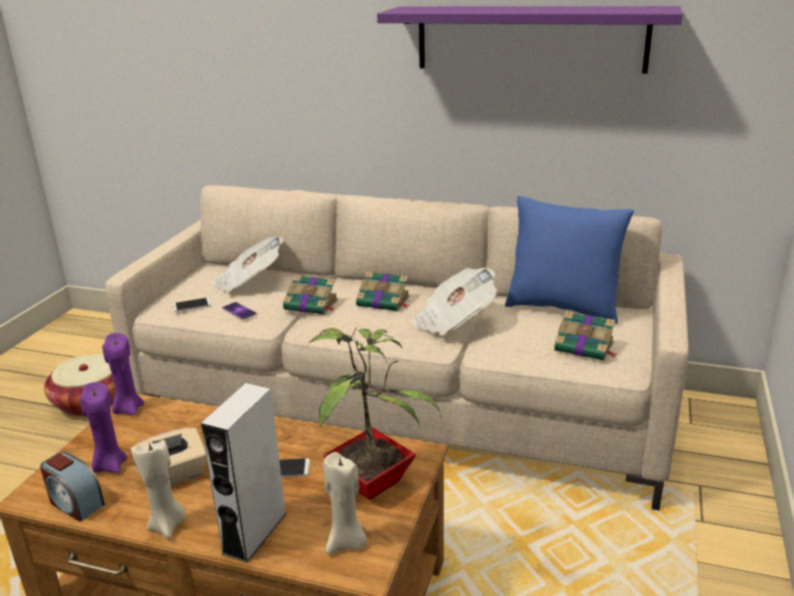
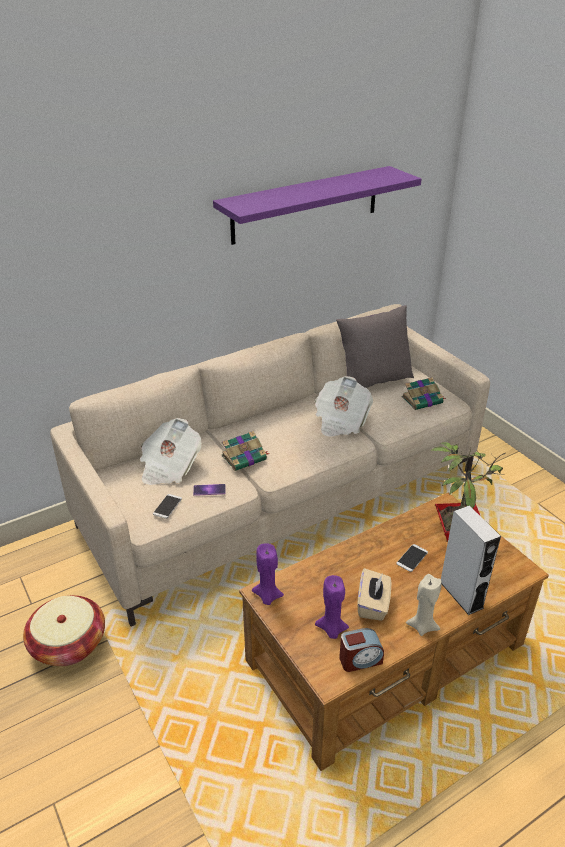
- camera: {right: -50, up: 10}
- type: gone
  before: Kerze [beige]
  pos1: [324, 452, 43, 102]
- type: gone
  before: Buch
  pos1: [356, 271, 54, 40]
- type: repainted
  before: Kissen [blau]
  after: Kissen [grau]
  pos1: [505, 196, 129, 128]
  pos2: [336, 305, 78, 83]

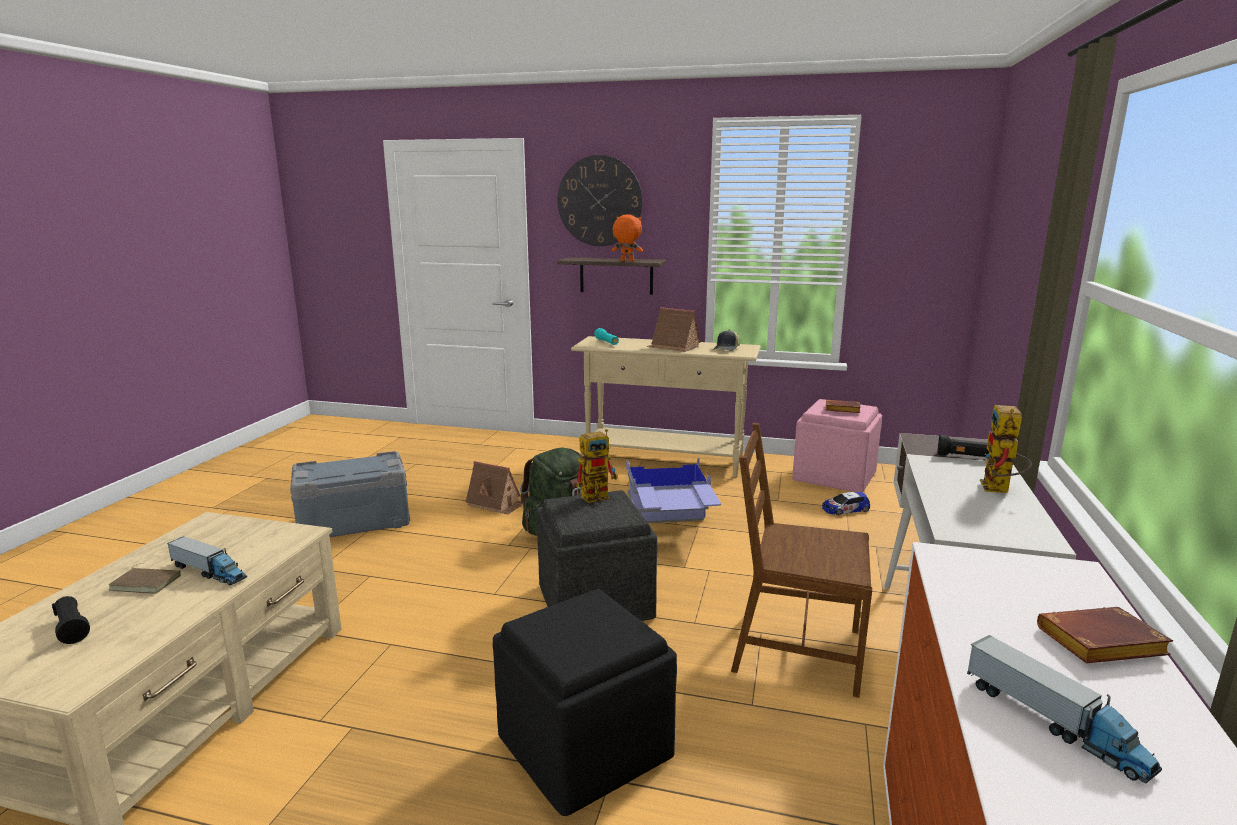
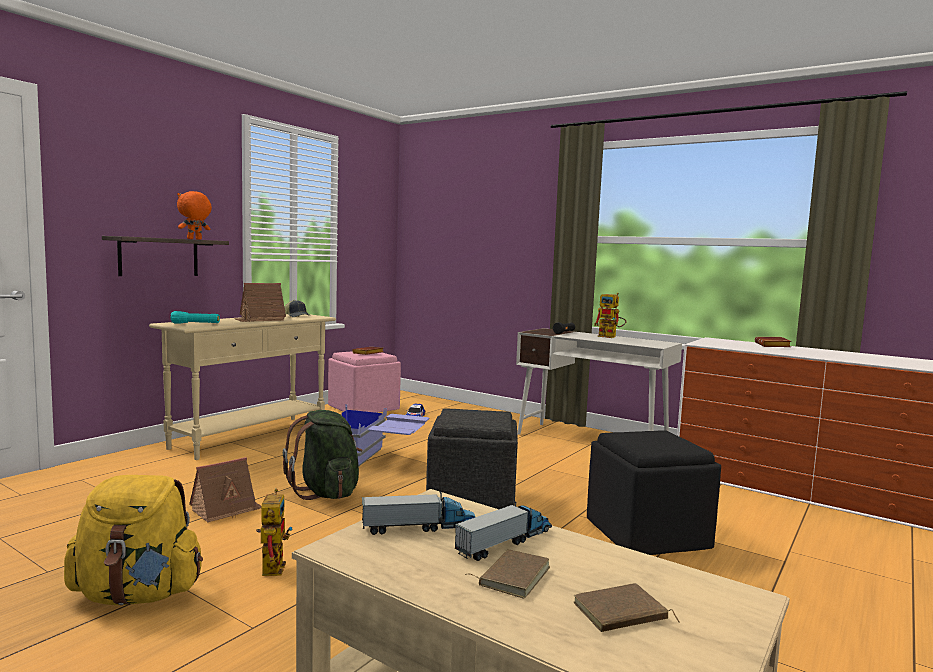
- camera: {right: -70, up: -10}
- type: swapped
  before: Taschenlampe [schwarz]
  after: Buch [braun]
  pos1: [52, 596, 38, 48]
  pos2: [574, 583, 106, 49]
- type: swapped
  before: Aufbewahrungsbox [grau]
  after: Rucksack [gelb]
  pos1: [290, 451, 120, 86]
  pos2: [64, 475, 139, 130]
- type: gone
  before: Wanduhr
  pos1: [558, 155, 85, 91]
- type: shifted
  before: Spielzeugroboter
  pos1: [576, 429, 42, 74]
  pos2: [256, 489, 36, 87]
- type: gone
  before: Stuhl [braun]
  pos1: [731, 423, 141, 275]
- type: shifted
  before: Spielzeuglaster
  pos1: [967, 635, 195, 149]
  pos2: [362, 492, 113, 43]

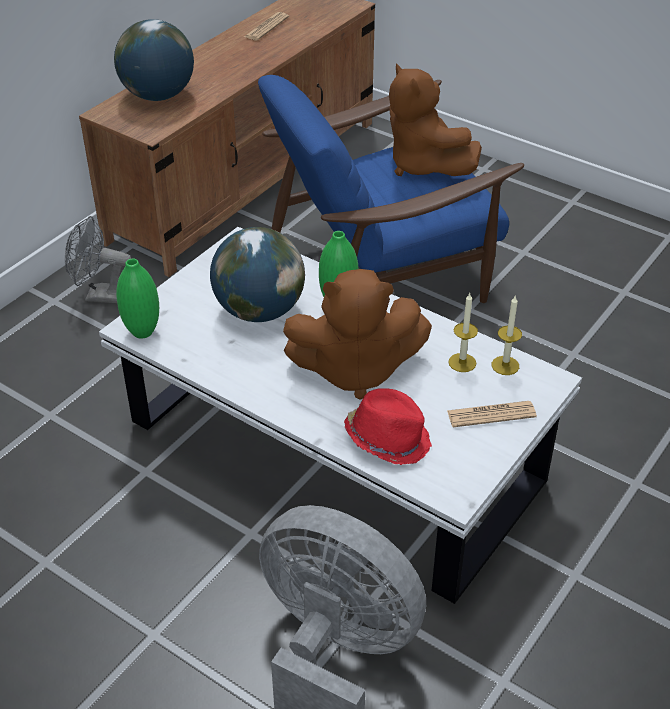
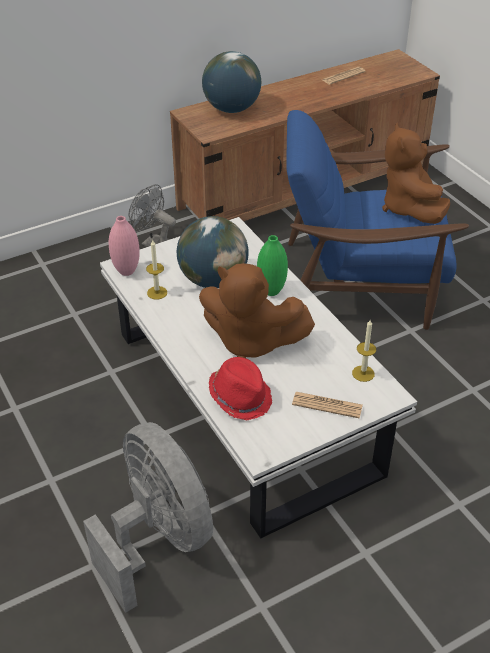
- camera: {right: 25, up: 0}
- type: repainted
  before: Vase [grün]
  after: Vase [rosa]
  pos1: [116, 258, 43, 81]
  pos2: [109, 216, 31, 60]
- type: shifted
  before: Kerze
  pos1: [448, 293, 30, 79]
  pos2: [146, 240, 21, 60]

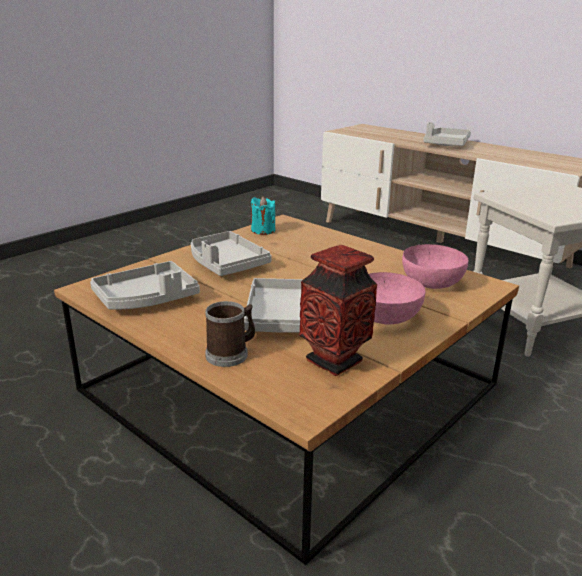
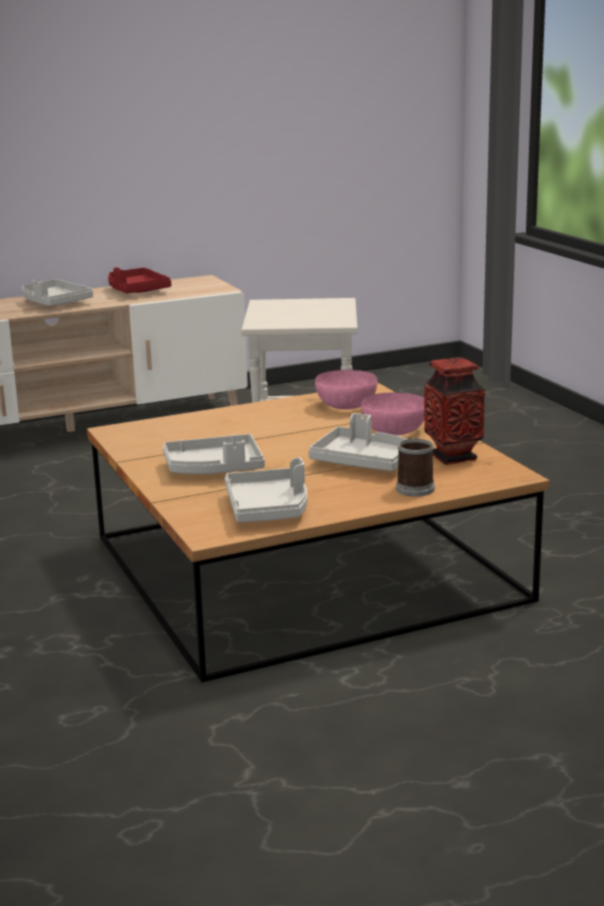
- camera: {right: -65, up: -5}
- type: gone
  before: Kerze [türkis]
  pos1: [251, 196, 24, 39]
- type: new
  after: Tablett [rot]
  pos2: [108, 267, 63, 26]

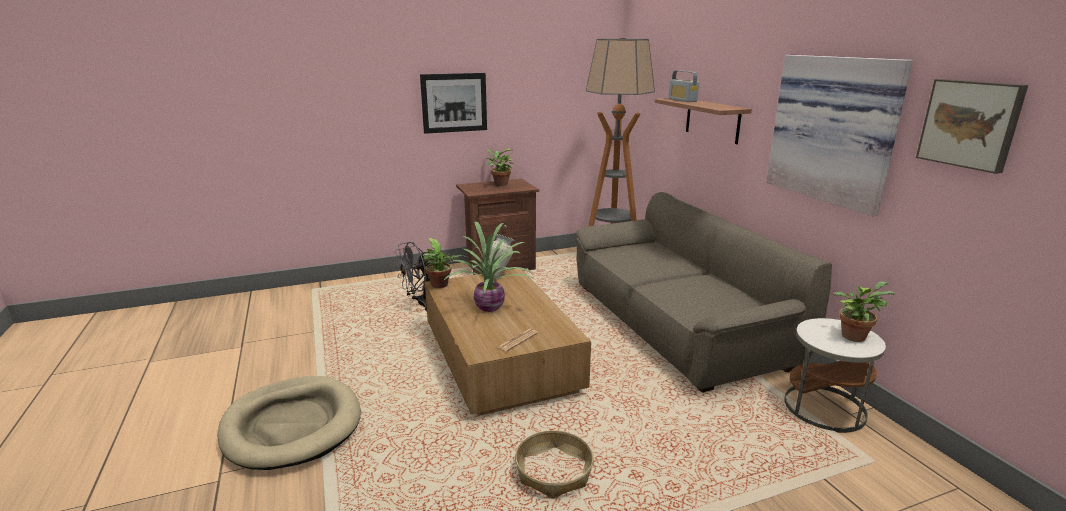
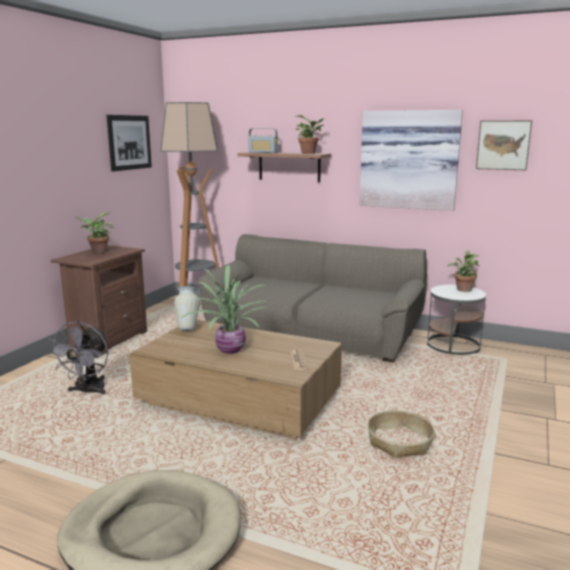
- camera: {right: -45, up: -5}
- type: shifted
  before: Bild
  pos1: [420, 73, 67, 61]
  pos2: [106, 115, 46, 56]
- type: shifted
  before: Topfpflanze
  pos1: [423, 238, 37, 50]
  pos2: [295, 115, 30, 39]

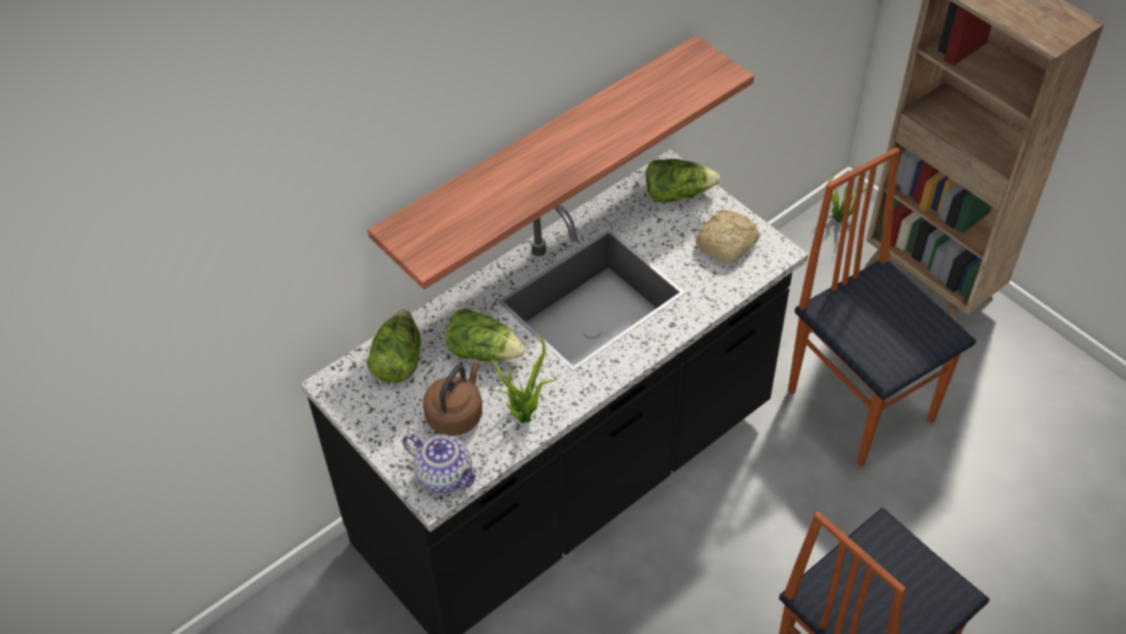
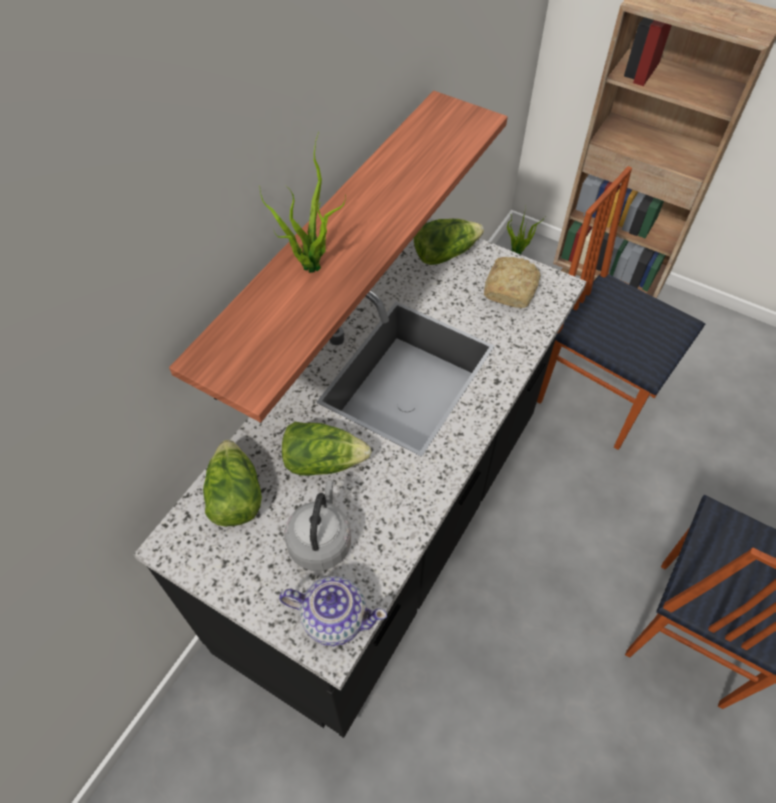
- camera: {right: -20, up: 5}
- type: repainted
  before: Wasserkessel [braun]
  after: Wasserkessel [grau]
  pos1: [423, 362, 59, 74]
  pos2: [284, 480, 67, 91]
- type: shifted
  before: Topfpflanze
  pos1: [491, 319, 67, 104]
  pos2: [260, 132, 86, 141]

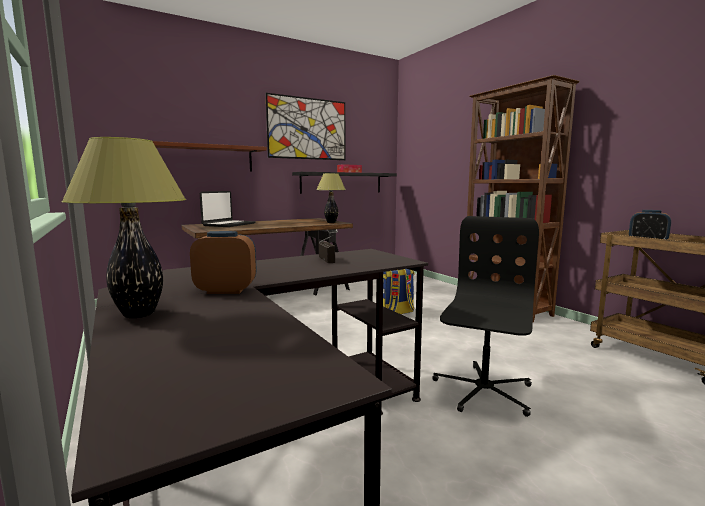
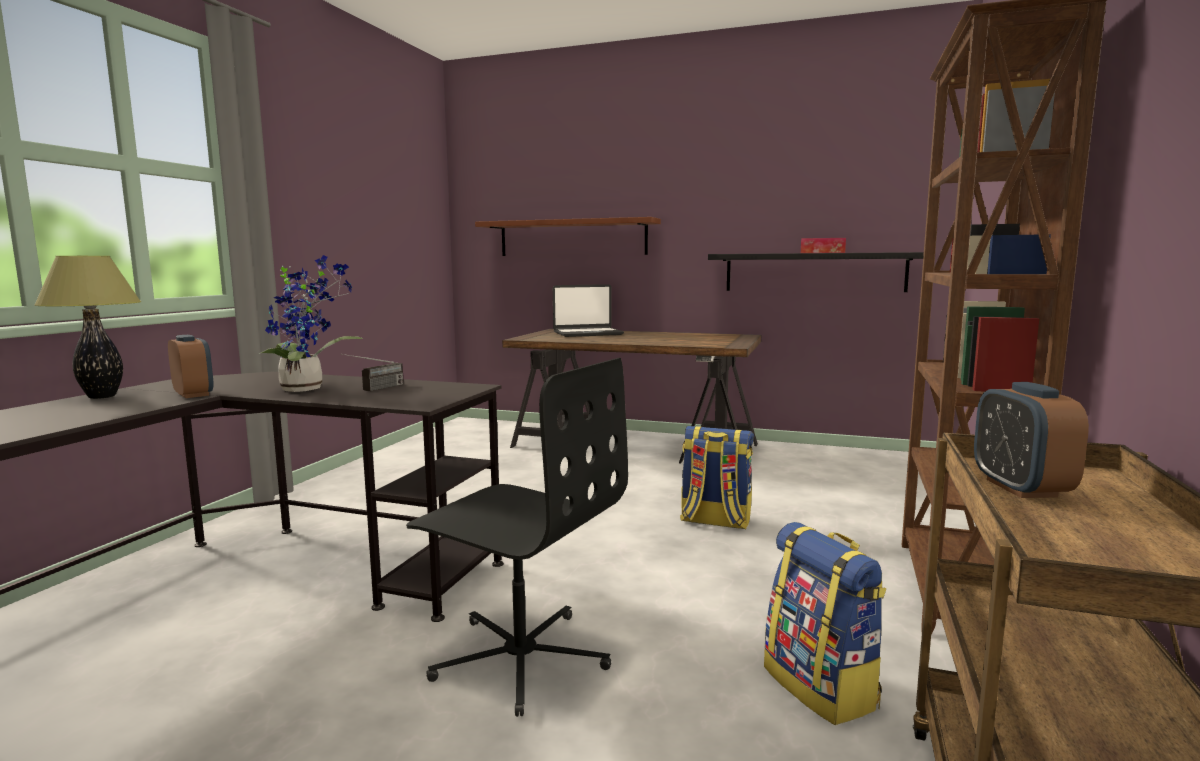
- camera: {right: 50, up: 0}
- type: gone
  before: Bild
  pos1: [266, 93, 79, 67]
- type: gone
  before: Tischlampe
  pos1: [316, 173, 30, 50]
- type: rotated
  before: Bürostuhl [schwarz]
  pos1: [432, 216, 107, 201]
  pos2: [406, 358, 222, 359]
  turn: 45
- type: new
  after: Topfpflanze
  pos2: [259, 255, 104, 137]
- type: new
  after: Rucksack
  pos2: [764, 522, 122, 203]

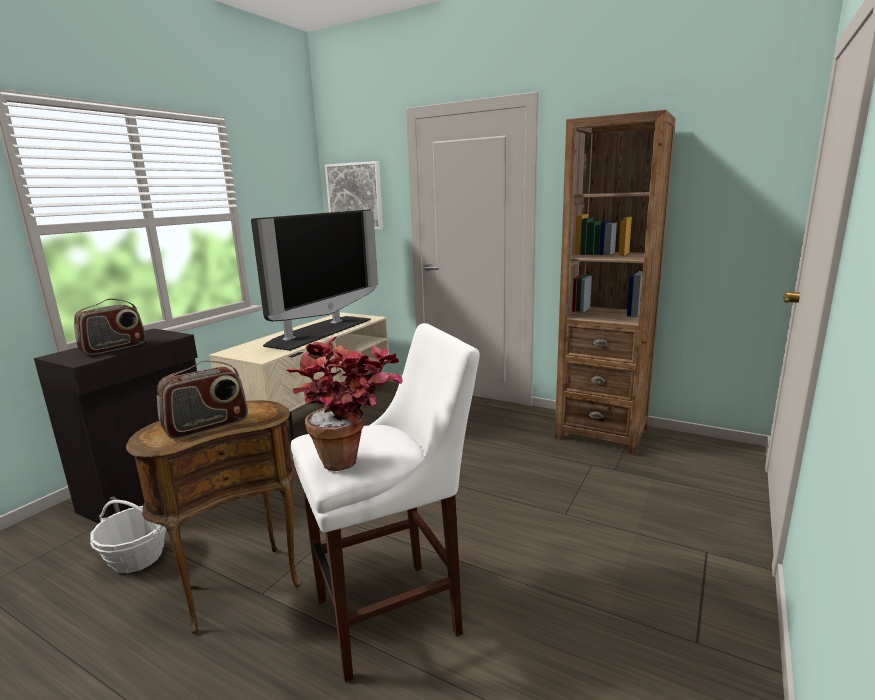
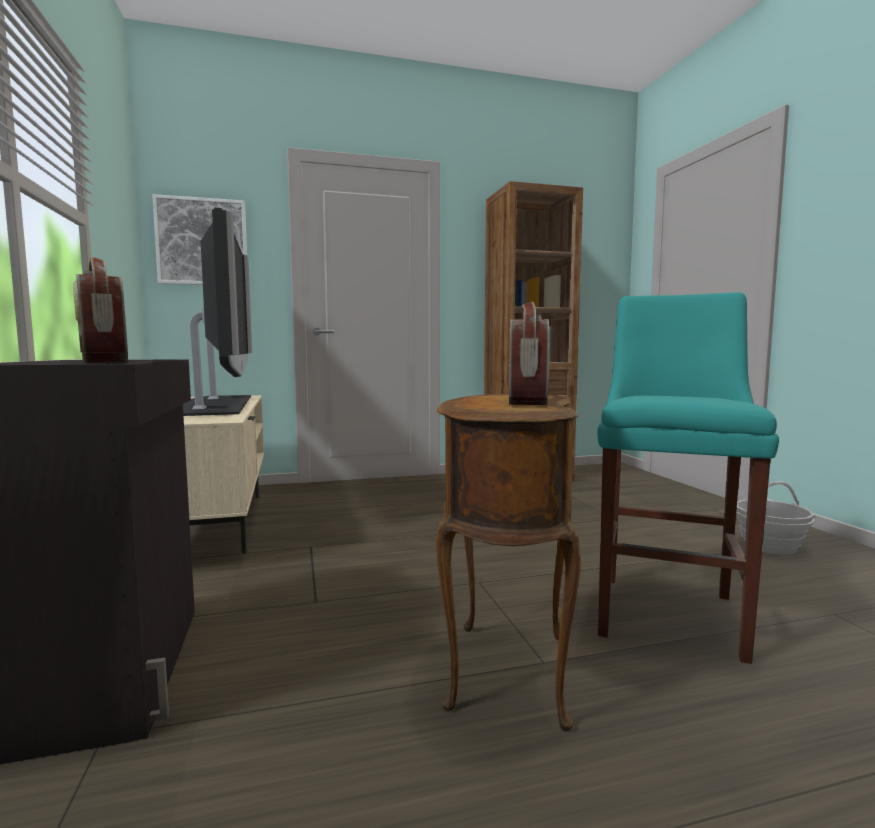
- camera: {right: -45, up: -10}
- type: rotated
  before: Radio
  pos1: [74, 298, 72, 57]
  pos2: [73, 257, 55, 105]
  turn: 150
- type: shifted
  before: Korb
  pos1: [90, 500, 76, 73]
  pos2: [736, 481, 79, 74]
- type: gone
  before: Topfpflanze
  pos1: [286, 336, 117, 135]
- type: repainted
  before: Hocker [weiß]
  after: Hocker [türkis]
  pos1: [291, 323, 189, 360]
  pos2: [598, 292, 181, 372]

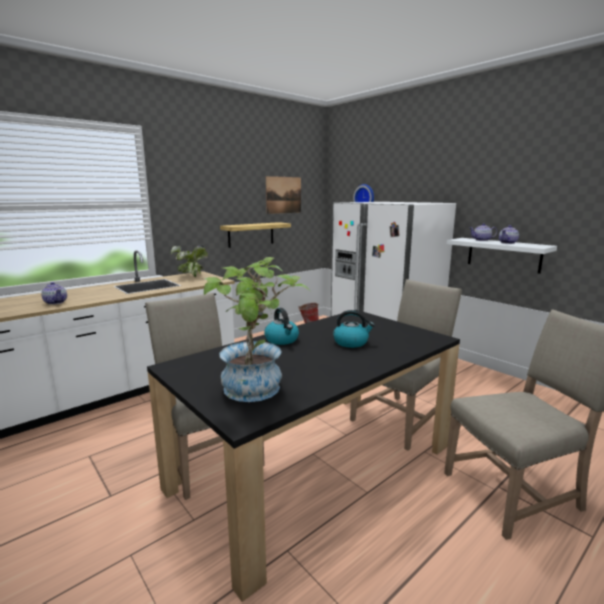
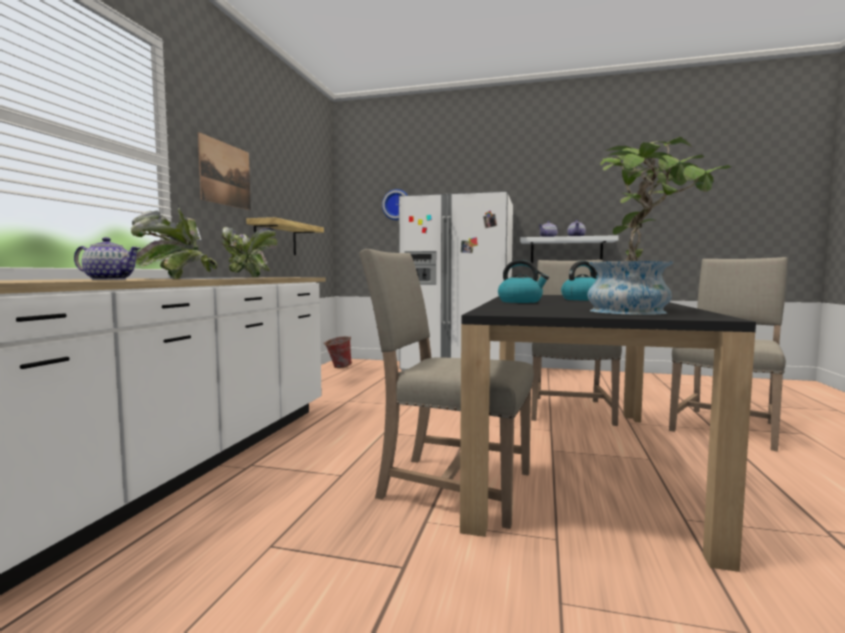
- camera: {right: -35, up: -10}
- type: shifted
  before: Bild
  pos1: [266, 176, 35, 38]
  pos2: [198, 132, 53, 78]
- type: new
  after: Topfpflanze
  pos2: [131, 203, 86, 76]

